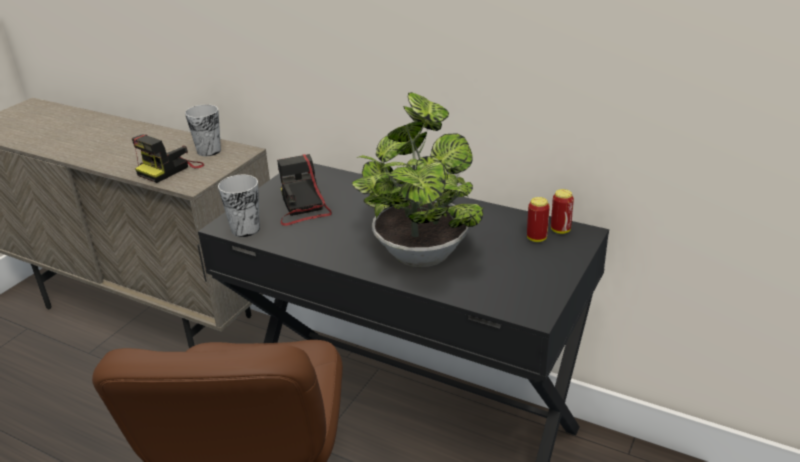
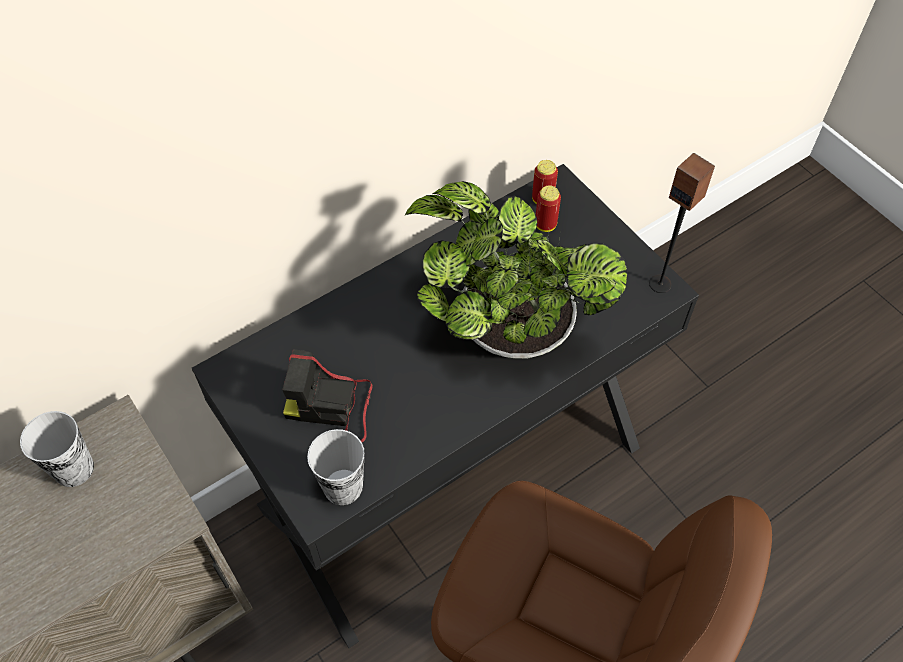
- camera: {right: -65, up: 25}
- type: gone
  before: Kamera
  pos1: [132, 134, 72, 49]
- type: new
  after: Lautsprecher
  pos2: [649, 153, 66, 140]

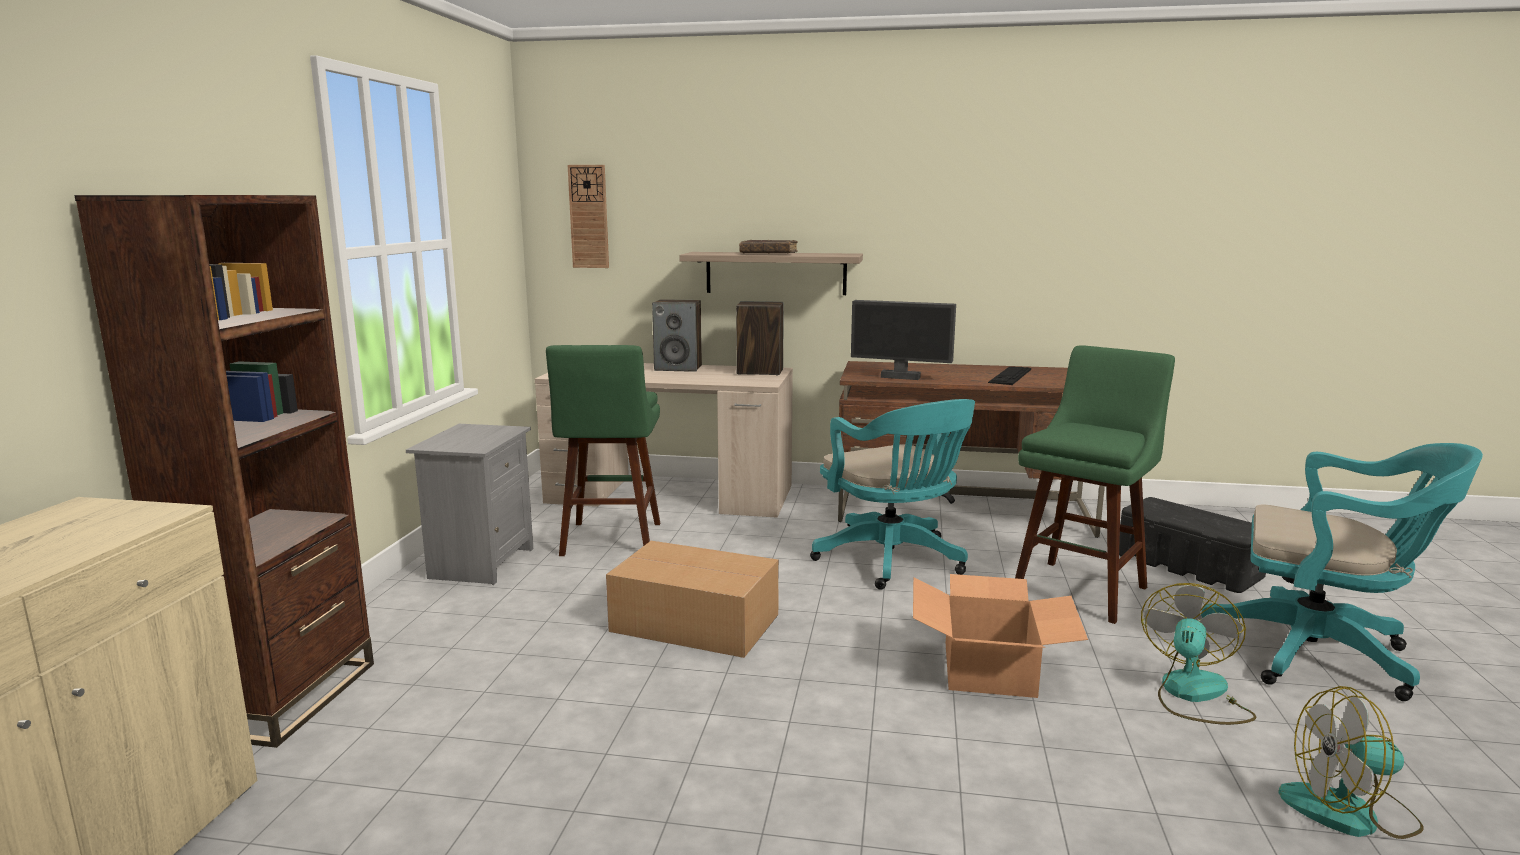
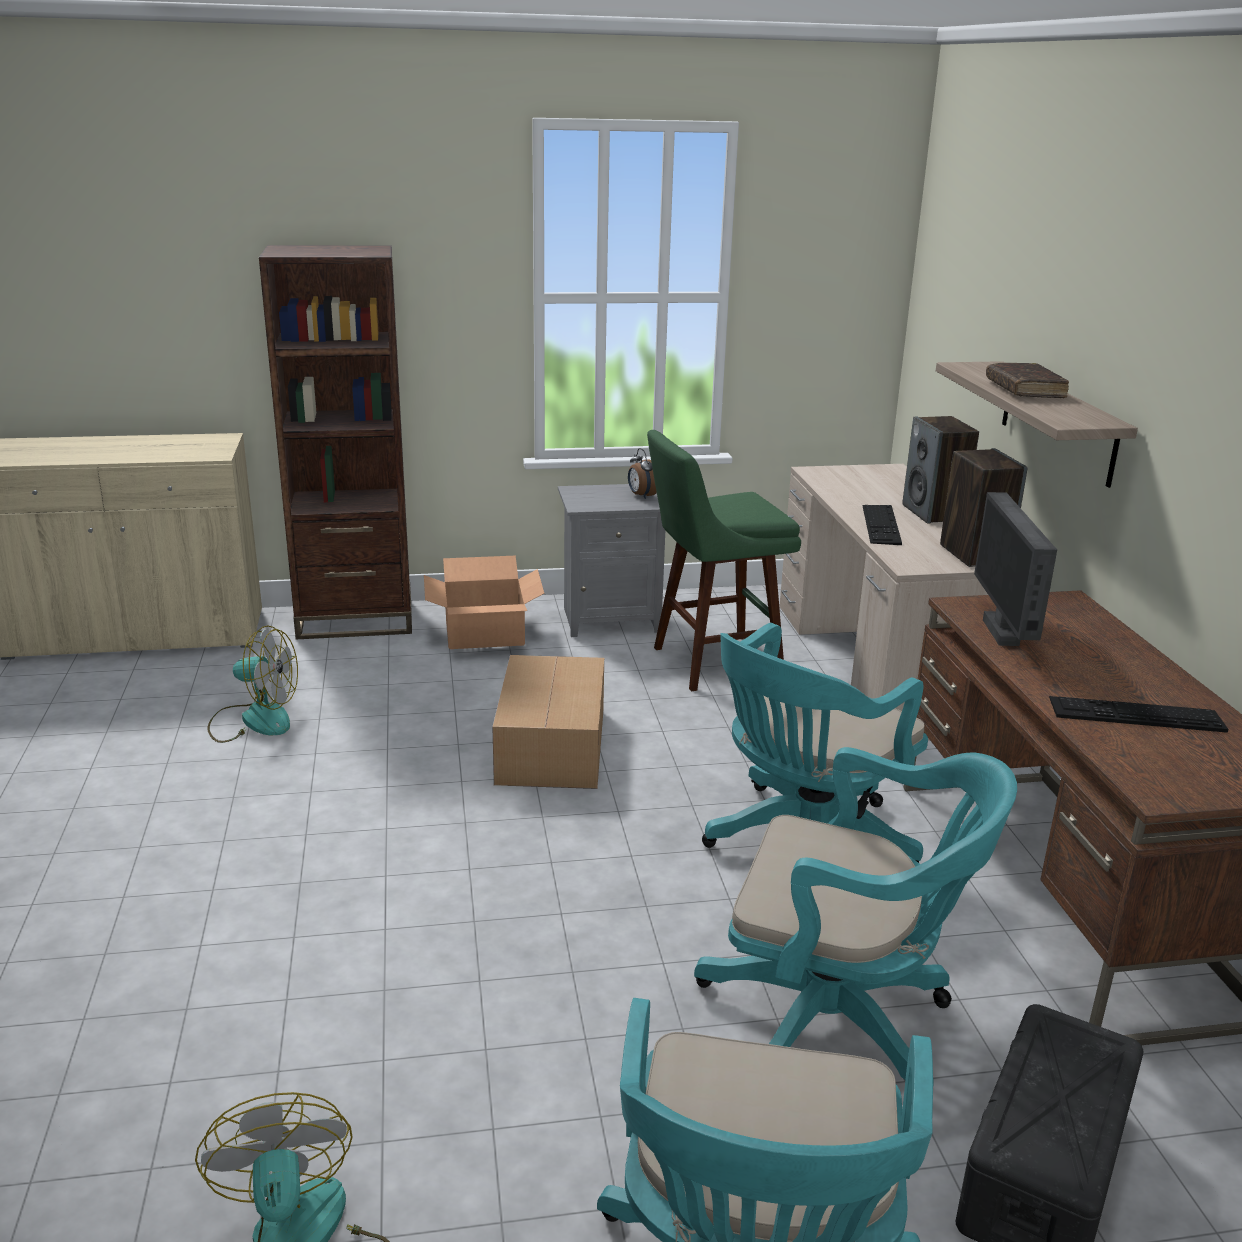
- camera: {right: 70, up: 10}
- type: gone
  before: Wanduhr
  pos1: [568, 165, 41, 103]
- type: shifted
  before: Karton
  pos1: [913, 574, 175, 124]
  pos2: [424, 556, 120, 93]
- type: swapped
  before: Hocker [grün]
  after: Bürostuhl [türkis]
  pos1: [1015, 345, 160, 279]
  pos2: [694, 747, 323, 337]
- type: shifted
  before: Ventilator
  pos1: [1141, 583, 115, 142]
  pos2: [207, 626, 91, 117]
- type: new
  after: Wecker
  pos2: [628, 448, 29, 51]
- type: new
  after: Tastatur
  pos2: [862, 505, 40, 40]

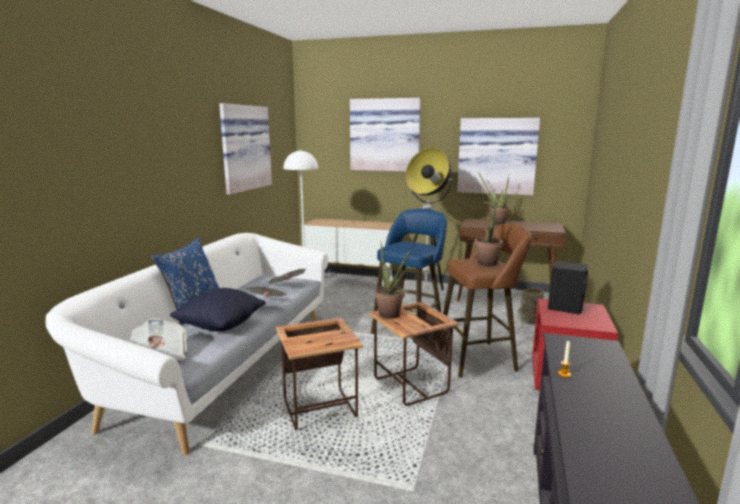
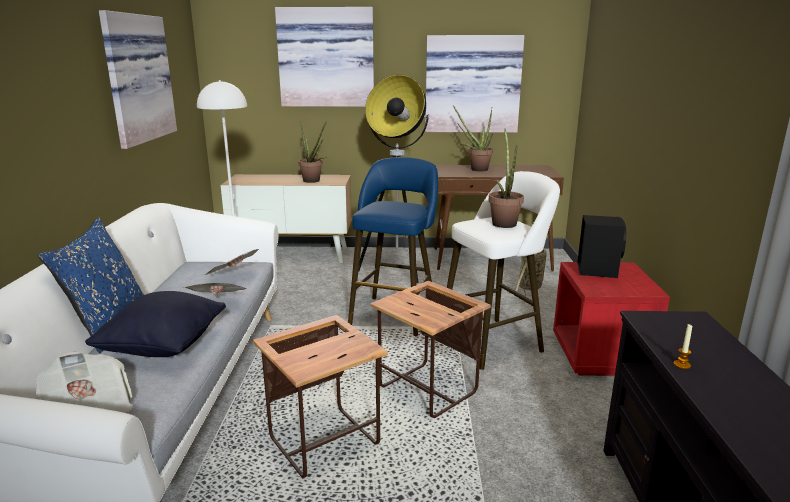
- camera: {right: -15, up: 5}
- type: shifted
  before: Topfpflanze
  pos1: [375, 243, 36, 76]
  pos2: [298, 119, 29, 64]
- type: repainted
  before: Hocker [braun]
  after: Hocker [weiß]
  pos1: [443, 223, 89, 155]
  pos2: [447, 171, 113, 199]

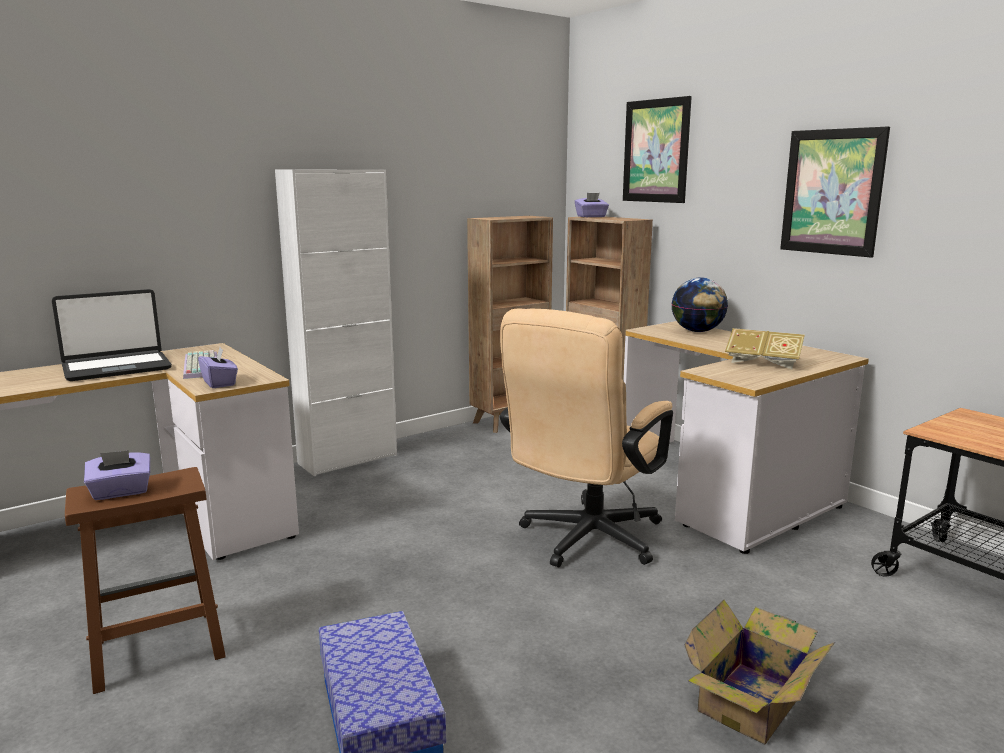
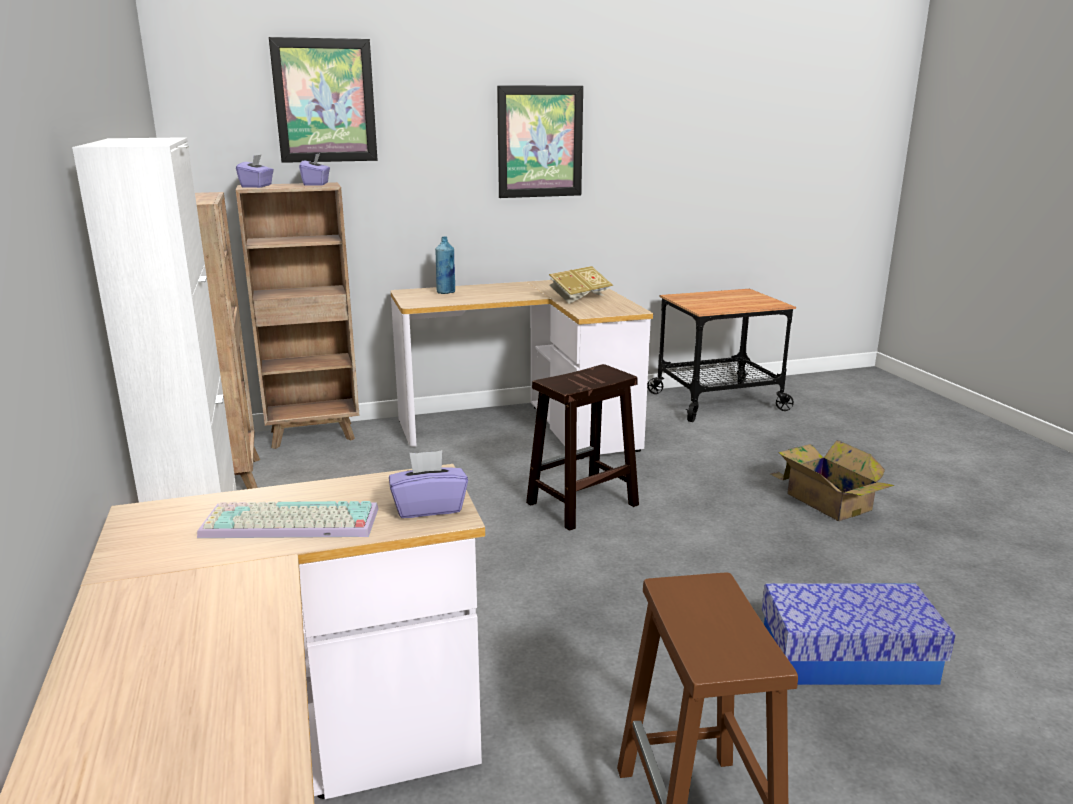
- camera: {right: -70, up: 5}
- type: gone
  before: Laptop
  pos1: [52, 289, 120, 92]
- type: shifted
  before: Taschentuchbox [lila]
  pos1: [84, 450, 66, 50]
  pos2: [299, 153, 31, 33]
- type: swapped
  before: Bürostuhl [beige]
  after: Hocker [braun]
  pos1: [500, 308, 173, 260]
  pos2: [526, 364, 113, 167]
- type: swapped
  before: Globus
  after: Flasche [blau]
  pos1: [671, 278, 57, 54]
  pos2: [435, 237, 20, 57]

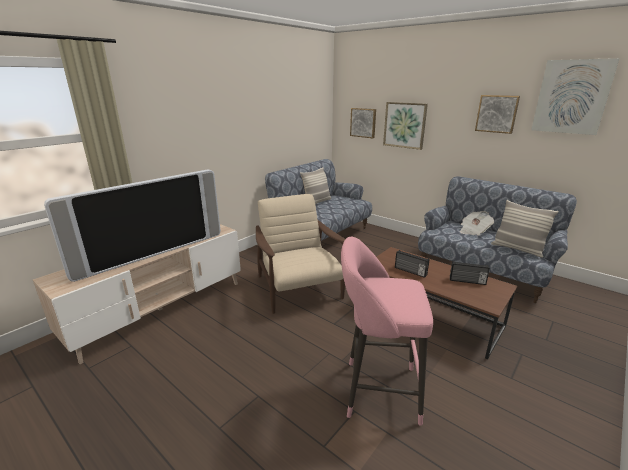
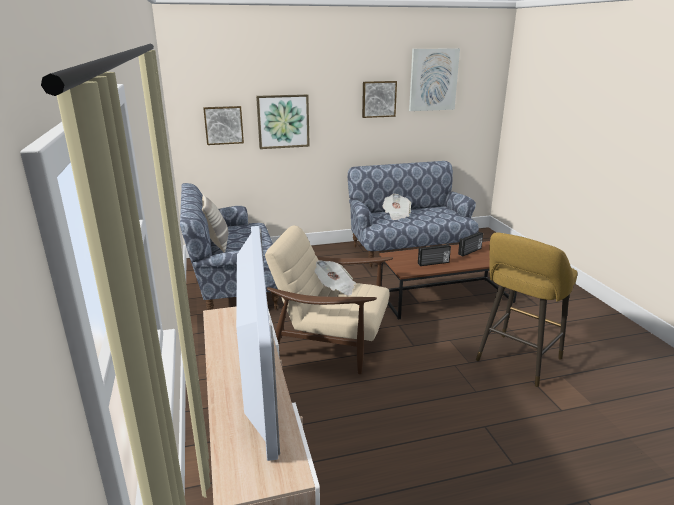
- camera: {right: -55, up: 0}
- type: repainted
  before: Hocker [rosa]
  after: Hocker [gelb]
  pos1: [341, 237, 92, 189]
  pos2: [476, 233, 101, 154]
- type: gone
  before: Kissen
  pos1: [491, 200, 68, 58]
- type: new
  after: Zeitung
  pos2: [314, 260, 42, 36]

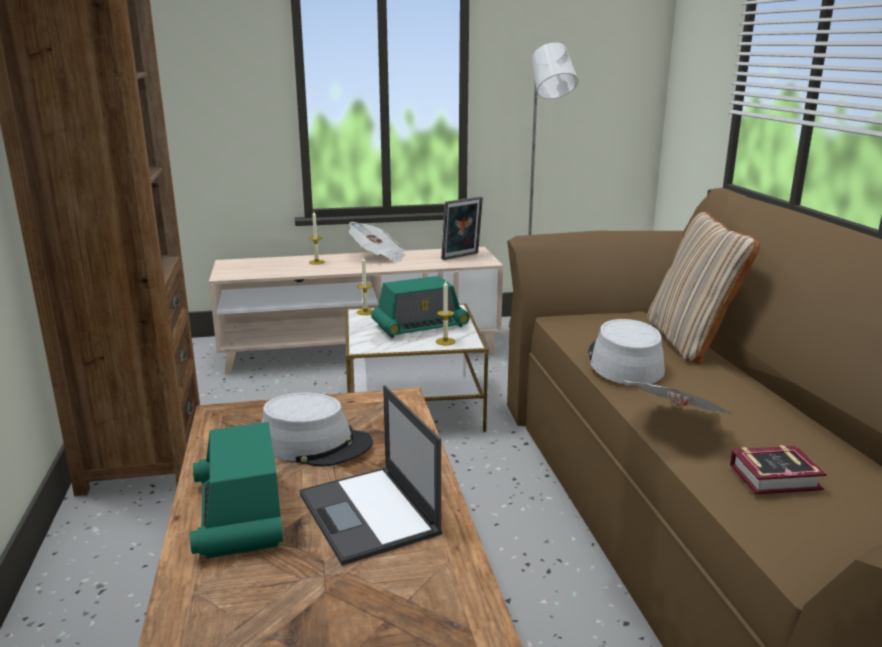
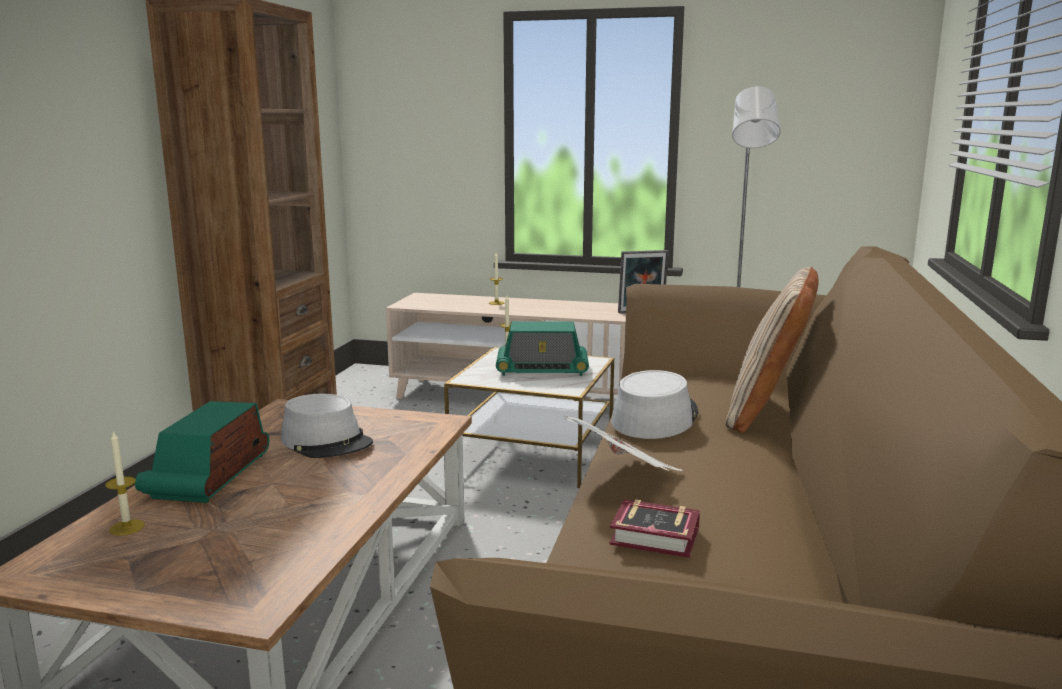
- camera: {right: 25, up: -5}
- type: gone
  before: Laptop
  pos1: [299, 386, 144, 179]
- type: gone
  before: Zeitung
  pos1: [349, 222, 56, 40]
- type: shifted
  before: Kerze
  pos1: [436, 281, 19, 64]
  pos2: [106, 430, 38, 105]

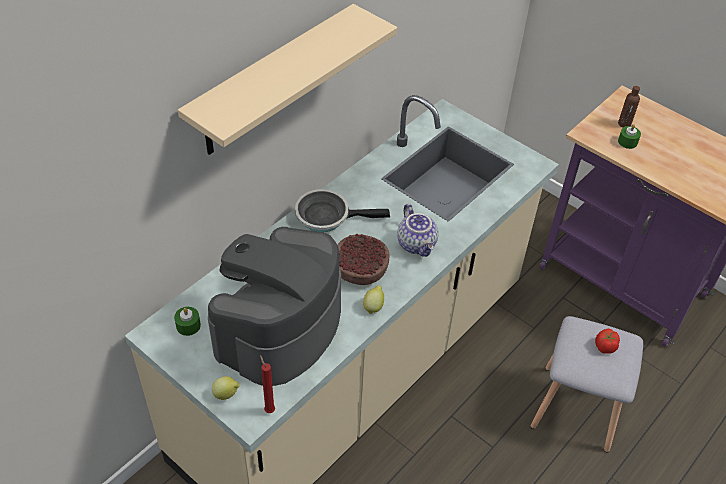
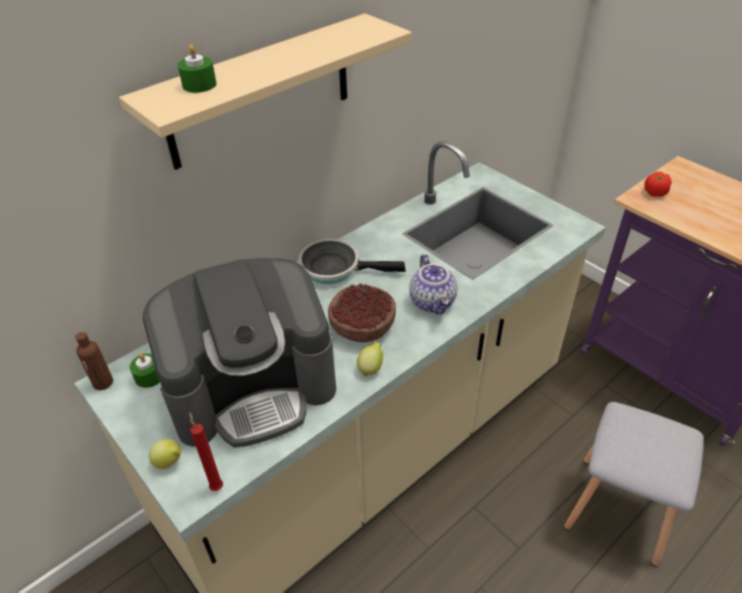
- camera: {right: 10, up: -5}
- type: rotated
  before: Kaffeemaschine
  pos1: [208, 227, 133, 159]
  pos2: [143, 258, 193, 190]
  turn: -150
- type: shifted
  before: Tomate
  pos1: [595, 329, 25, 25]
  pos2: [644, 172, 27, 25]
- type: shifted
  before: Flasche [braun]
  pos1: [618, 86, 22, 42]
  pos2: [75, 332, 38, 58]
- type: shifted
  before: Kerze [grün]
  pos1: [618, 124, 23, 25]
  pos2: [178, 45, 39, 48]

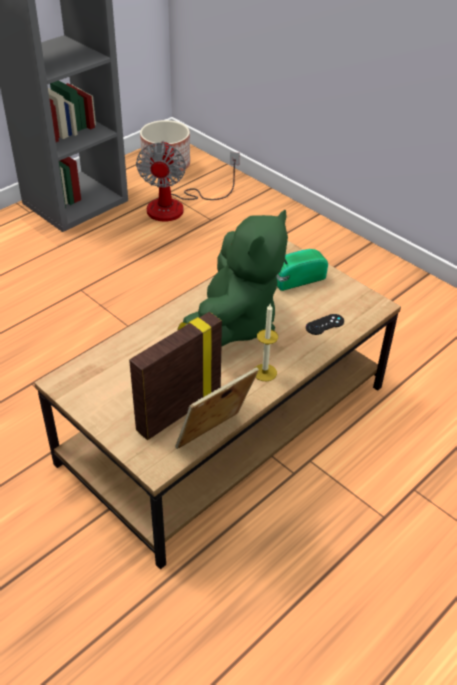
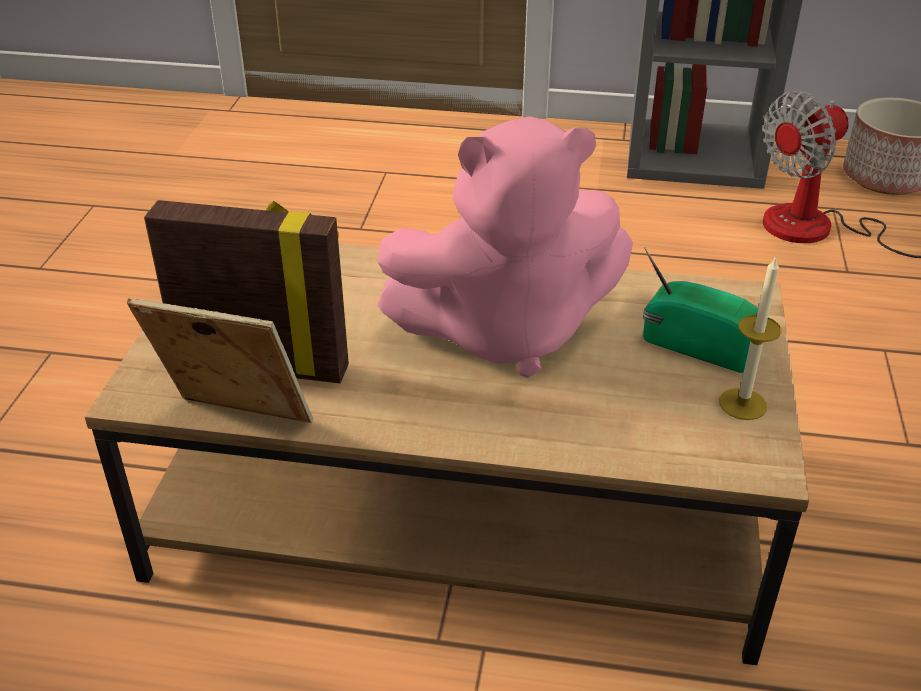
- camera: {right: 55, up: -5}
- type: repainted
  before: Plüschtier [grün]
  after: Plüschtier [rosa]
  pos1: [183, 210, 105, 137]
  pos2: [377, 116, 256, 262]
- type: shifted
  before: Kerze
  pos1: [255, 304, 23, 77]
  pos2: [719, 256, 63, 164]
- type: gone
  before: Gamepad [schwarz]
  pos1: [306, 314, 38, 21]

